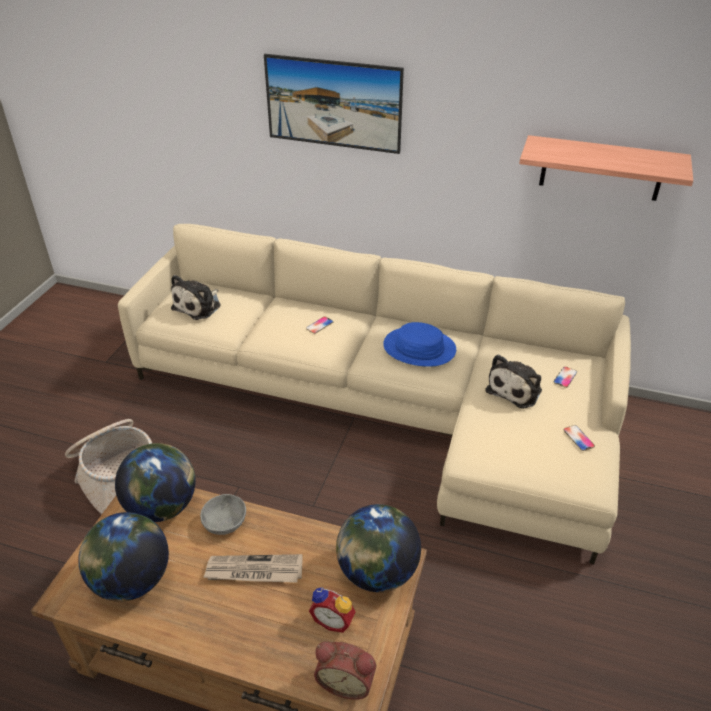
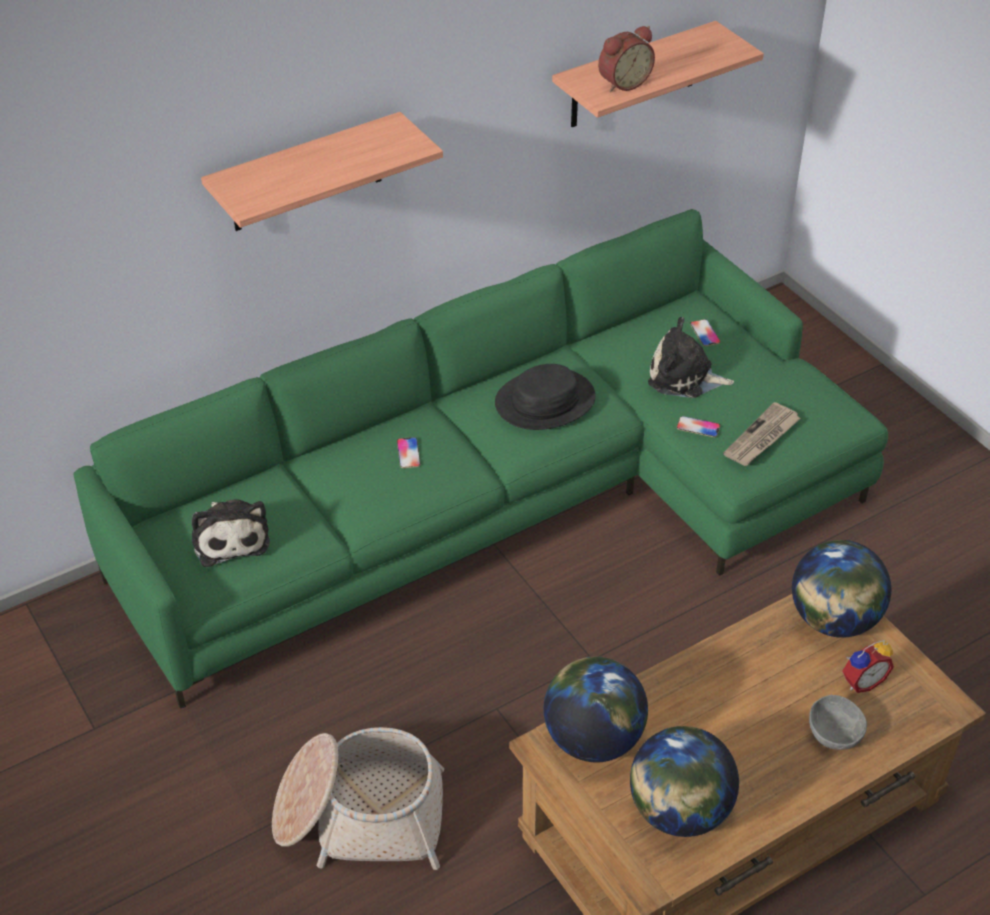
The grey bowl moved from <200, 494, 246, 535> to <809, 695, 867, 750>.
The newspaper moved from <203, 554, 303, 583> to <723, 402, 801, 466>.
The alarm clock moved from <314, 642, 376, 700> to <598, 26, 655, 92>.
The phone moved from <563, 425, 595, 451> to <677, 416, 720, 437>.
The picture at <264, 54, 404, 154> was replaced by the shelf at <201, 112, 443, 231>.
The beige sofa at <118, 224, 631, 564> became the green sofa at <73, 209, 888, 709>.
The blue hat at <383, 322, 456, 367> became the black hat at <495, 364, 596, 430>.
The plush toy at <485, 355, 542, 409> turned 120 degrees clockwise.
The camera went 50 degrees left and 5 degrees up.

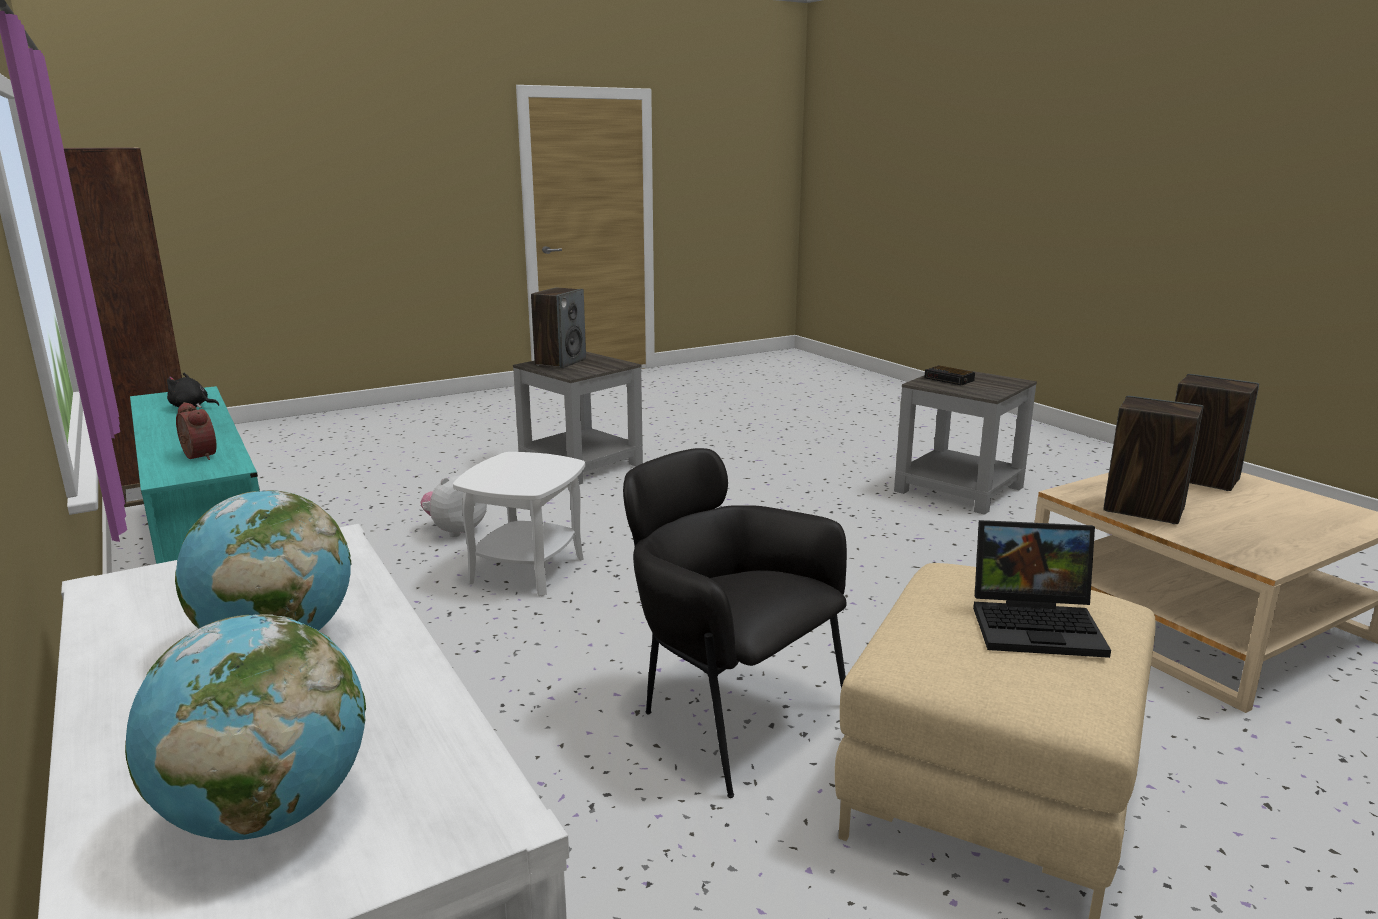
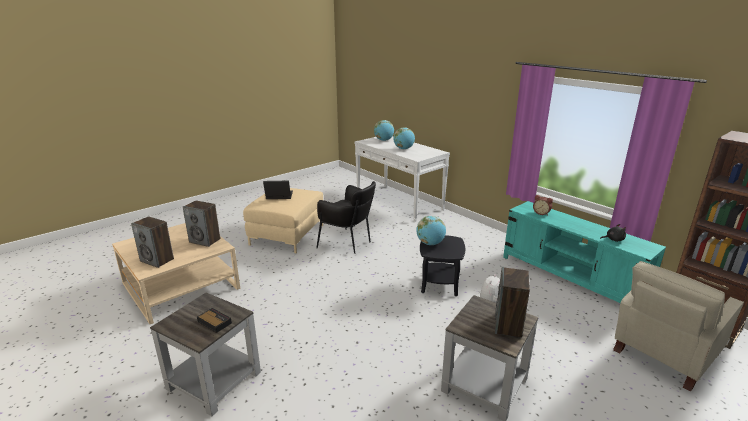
The globe at <416, 216, 446, 245> appeared.
The beige armchair at <613, 261, 744, 392> appeared.
The white side table at <453, 452, 585, 596> became the black side table at <420, 235, 465, 296>.
The camera went 170 degrees right and 5 degrees up.

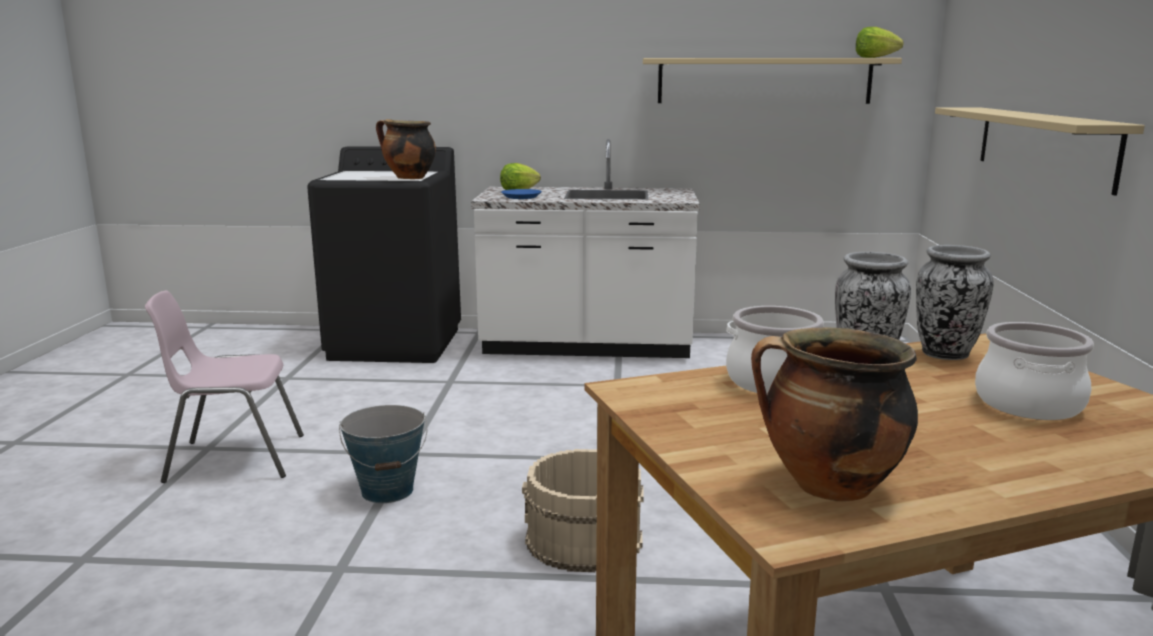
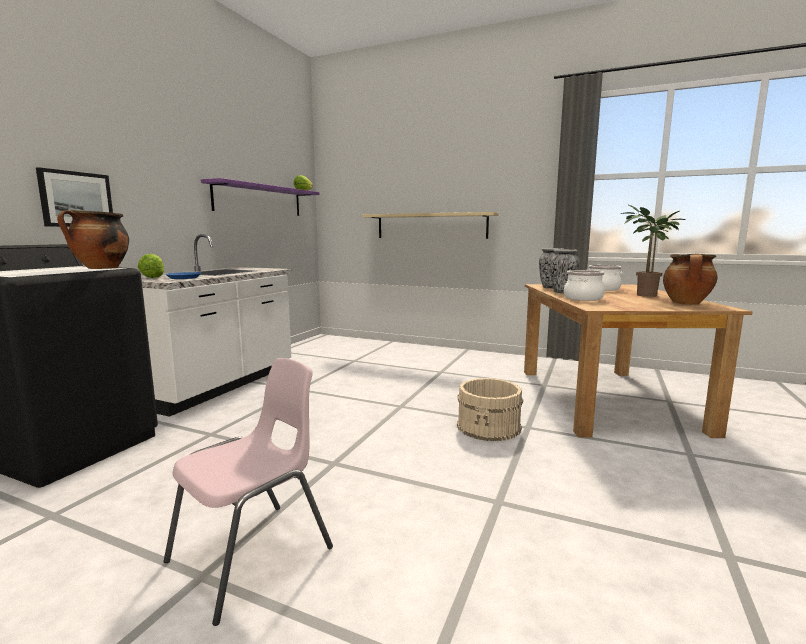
The bucket at <339, 405, 427, 503> disappeared.
The picture at <36, 167, 113, 227> appeared.
The potted plant at <621, 204, 685, 297> appeared.
The beige shelf at <643, 58, 902, 104> became the purple shelf at <201, 178, 320, 216>.
The pink chair at <145, 291, 304, 483> turned 150 degrees counterclockwise.
The camera went 70 degrees left and 5 degrees down.

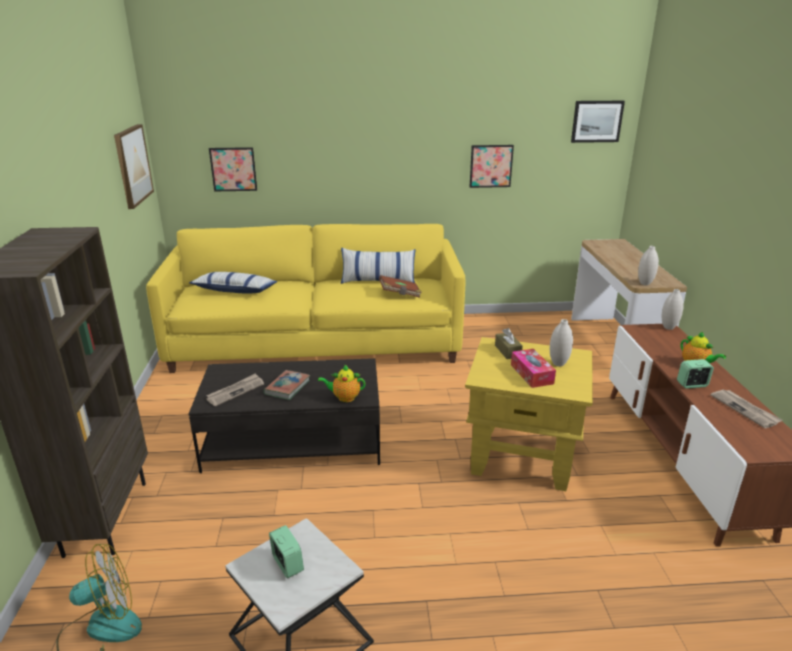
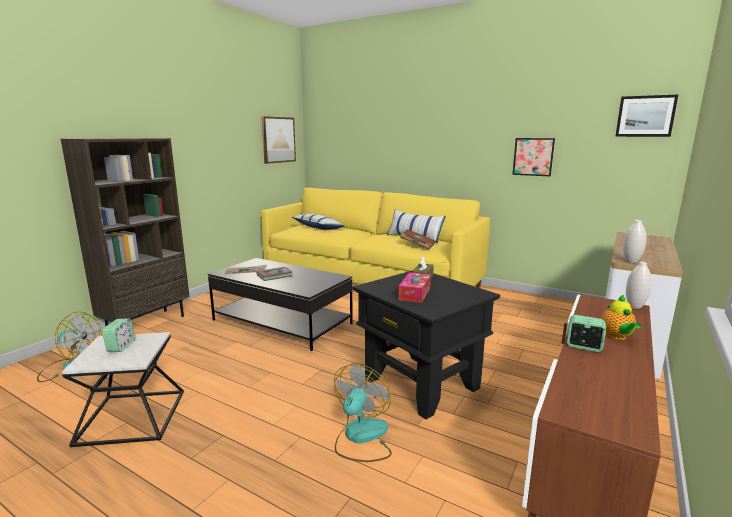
The picture at <209, 147, 257, 191> disappeared.
The teapot at <318, 364, 365, 402> disappeared.
The white vase at <550, 319, 573, 366> disappeared.
The newspaper at <710, 390, 782, 428> disappeared.
The fan at <334, 364, 392, 462> appeared.
The yellow side table at <465, 337, 593, 491> became the black side table at <352, 271, 500, 419>.
The camera went 35 degrees right and 10 degrees down.

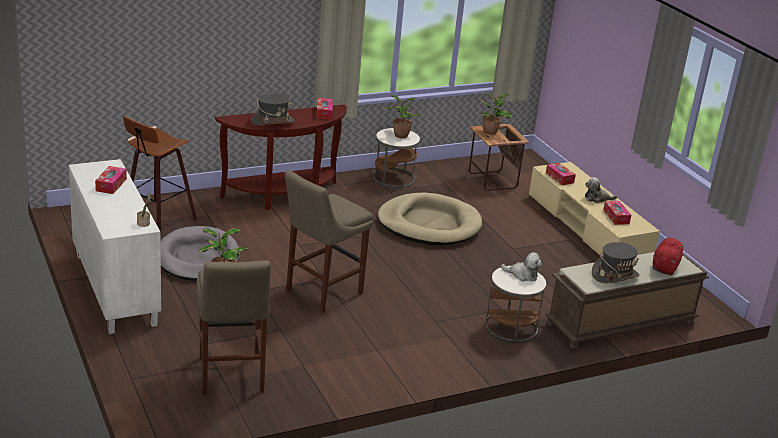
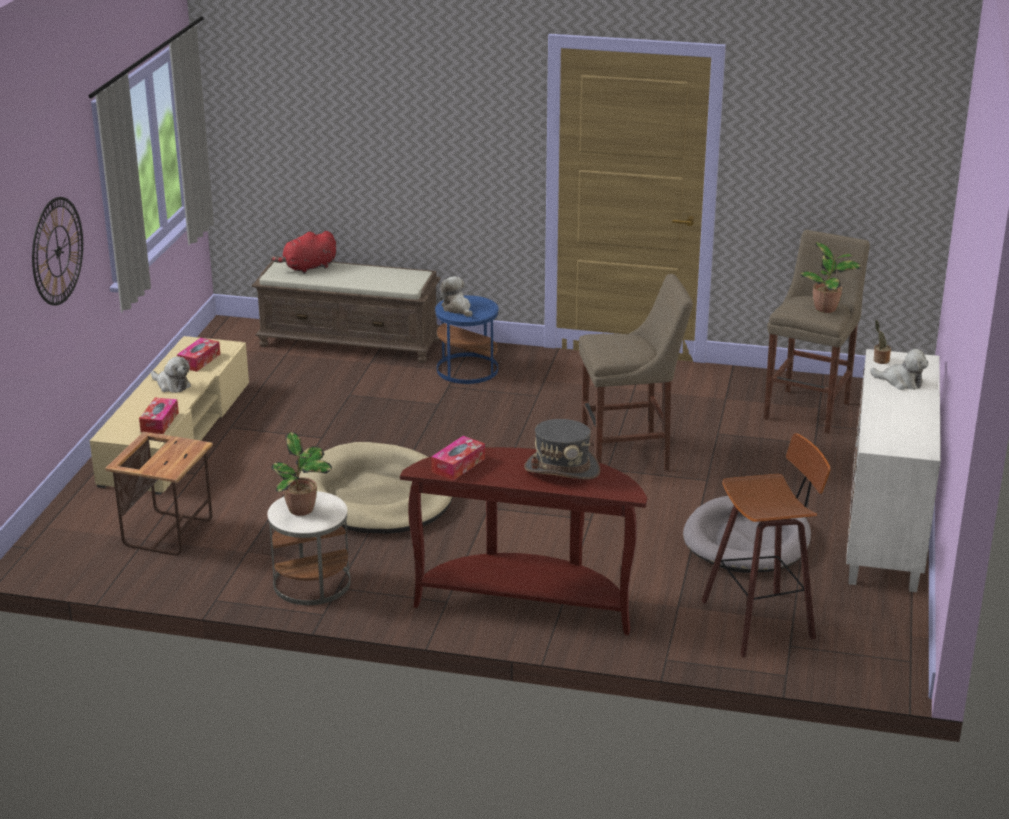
The tissue box at <95, 166, 127, 194> disappeared.
The potted plant at <478, 93, 513, 135> disappeared.
The grey hat at <592, 242, 639, 283> disappeared.
The wall clock at <32, 197, 83, 306> appeared.
The plush toy at <870, 349, 928, 390> appeared.
The white side table at <485, 266, 546, 344> became the blue side table at <435, 295, 499, 384>.
The camera went 140 degrees left and 0 degrees up.

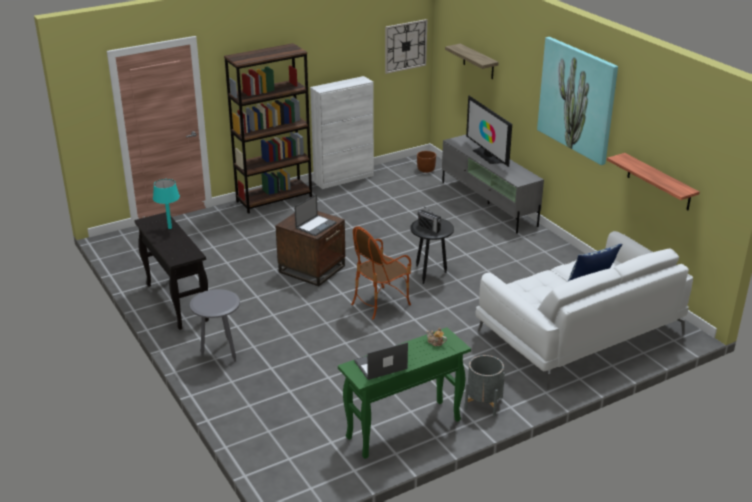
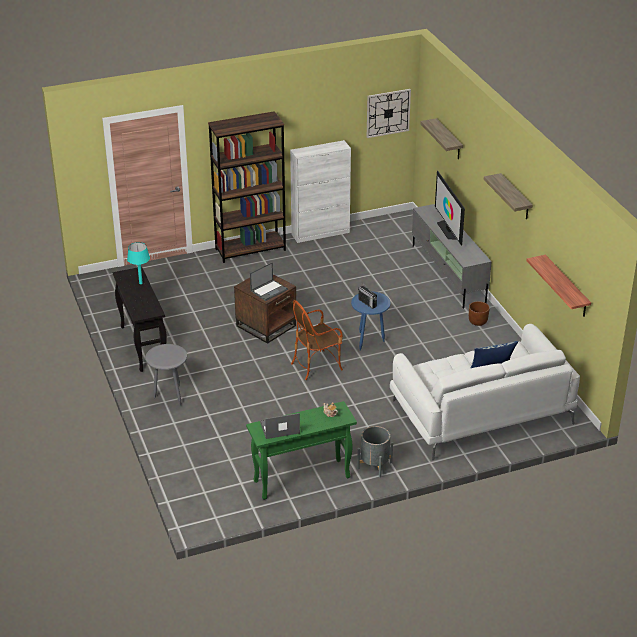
The brown planter moved from <417, 151, 436, 173> to <469, 301, 490, 326>.
The picture at <537, 37, 618, 165> was replaced by the shelf at <484, 173, 533, 219>.
The black side table at <410, 218, 454, 284> became the blue side table at <351, 291, 390, 351>.
The camera went 10 degrees right and 5 degrees up.

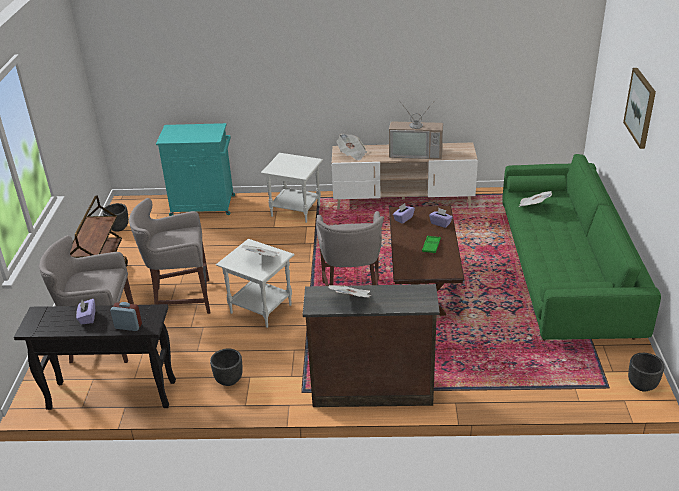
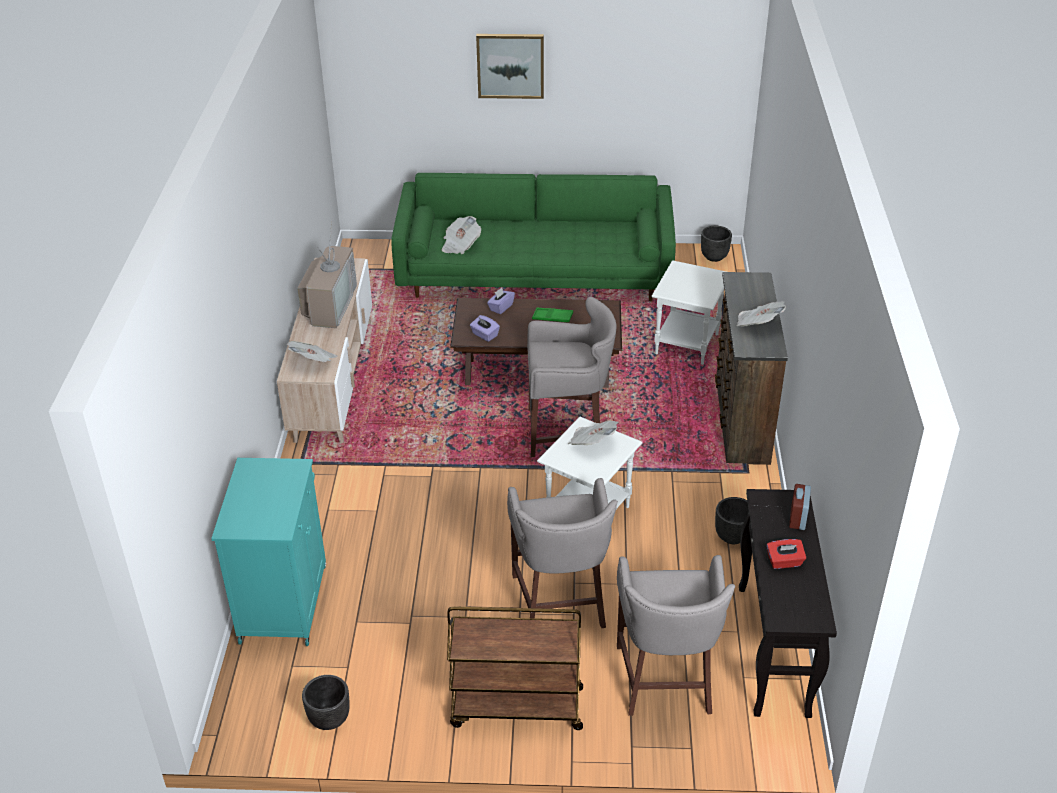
The white side table moved from <261, 153, 323, 223> to <651, 260, 726, 365>.
The purple tissue box at <76, 299, 95, 325> became the red tissue box at <766, 539, 806, 569>.
The camera went 90 degrees left and 5 degrees up.

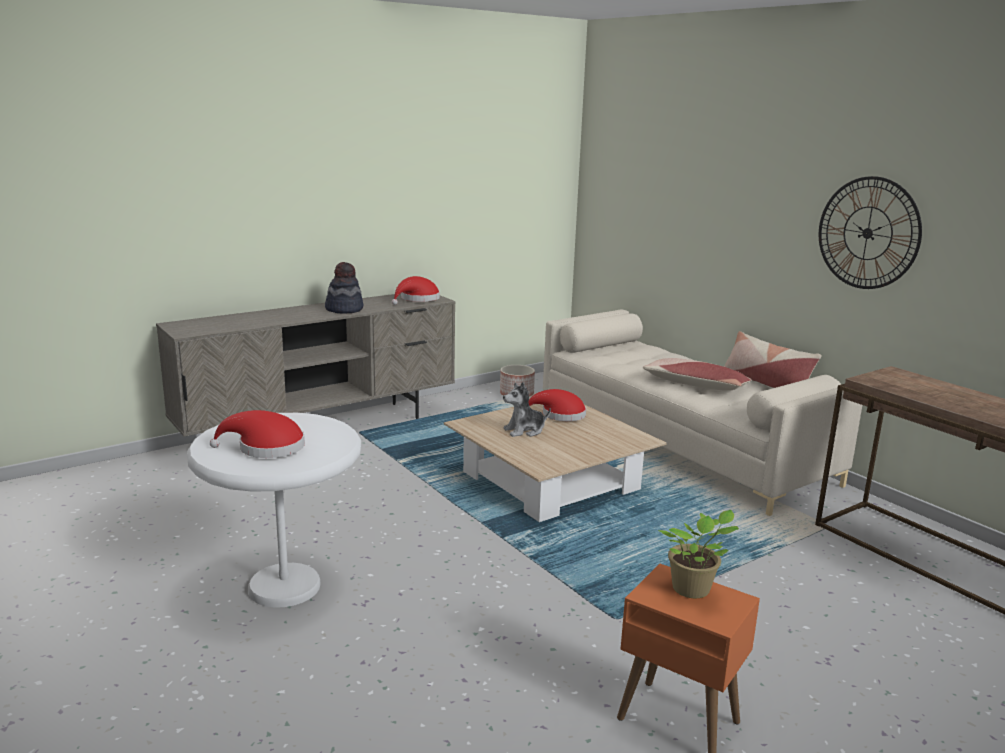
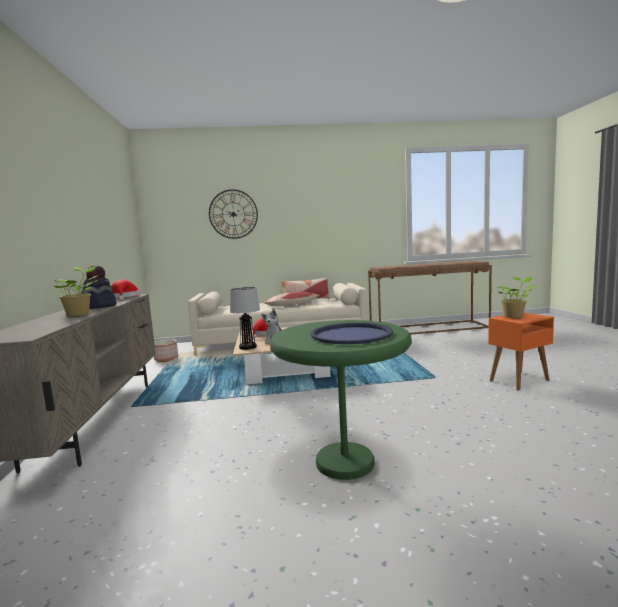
The potted plant at <53, 267, 99, 316> appeared.
The table lamp at <230, 287, 260, 350> appeared.
The wall clock moved from <819, 176, 922, 289> to <209, 189, 258, 239>.
The red hat at <210, 410, 305, 458> was replaced by the blue tray at <310, 322, 393, 344>.
The white side table at <187, 413, 361, 608> became the green side table at <270, 320, 412, 480>.
The camera went 60 degrees left and 10 degrees down.

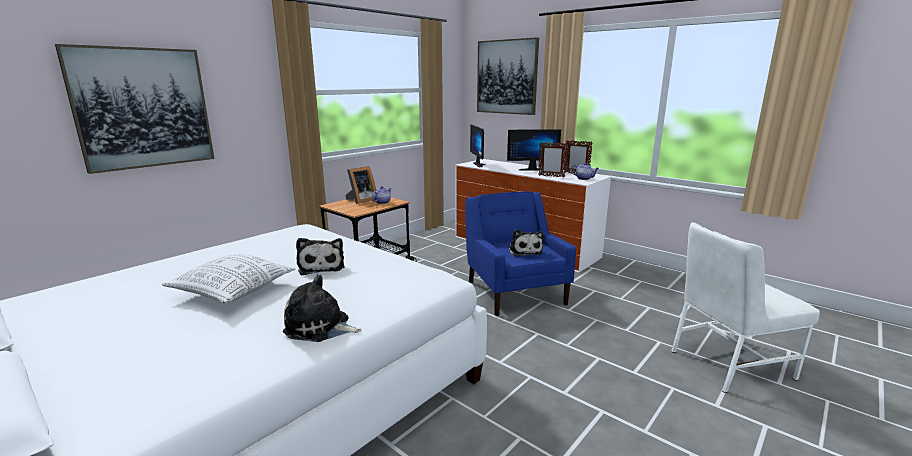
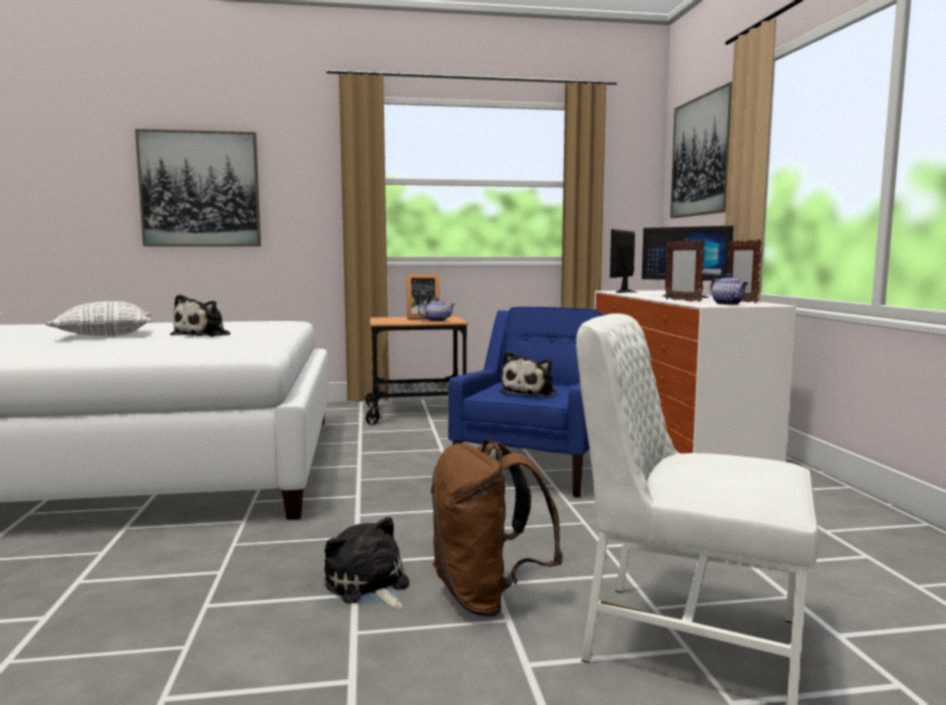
The brown backpack at <431, 439, 563, 617> appeared.
The plush toy moved from <283, 275, 362, 342> to <324, 517, 409, 609>.
The camera went 40 degrees right and 10 degrees down.

